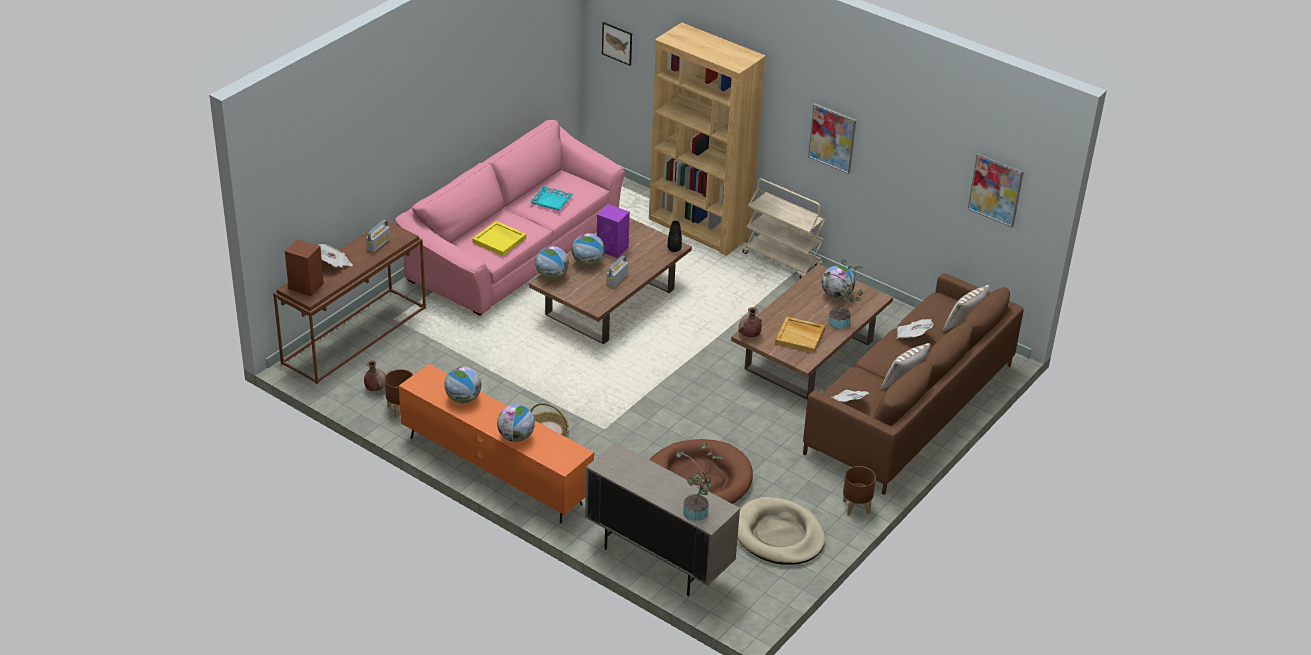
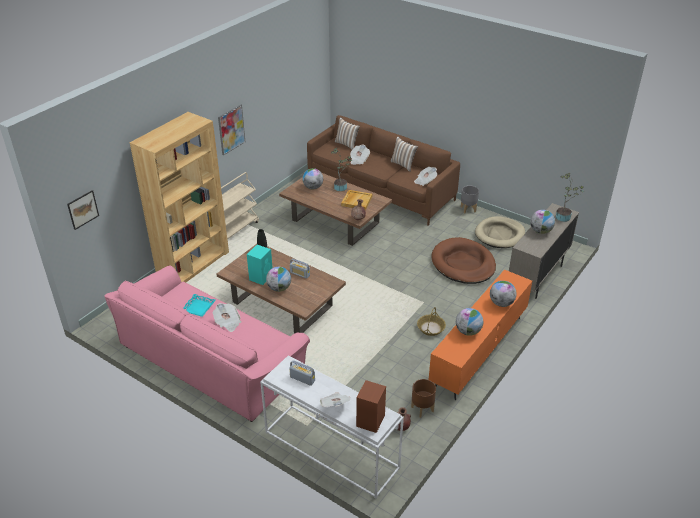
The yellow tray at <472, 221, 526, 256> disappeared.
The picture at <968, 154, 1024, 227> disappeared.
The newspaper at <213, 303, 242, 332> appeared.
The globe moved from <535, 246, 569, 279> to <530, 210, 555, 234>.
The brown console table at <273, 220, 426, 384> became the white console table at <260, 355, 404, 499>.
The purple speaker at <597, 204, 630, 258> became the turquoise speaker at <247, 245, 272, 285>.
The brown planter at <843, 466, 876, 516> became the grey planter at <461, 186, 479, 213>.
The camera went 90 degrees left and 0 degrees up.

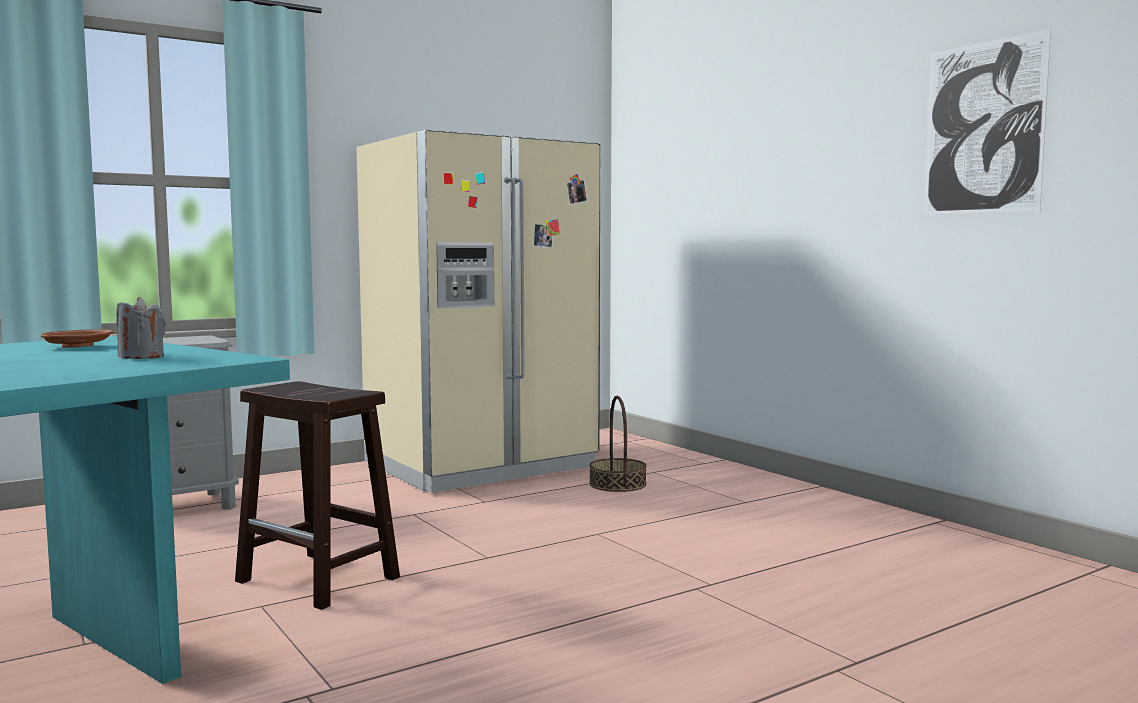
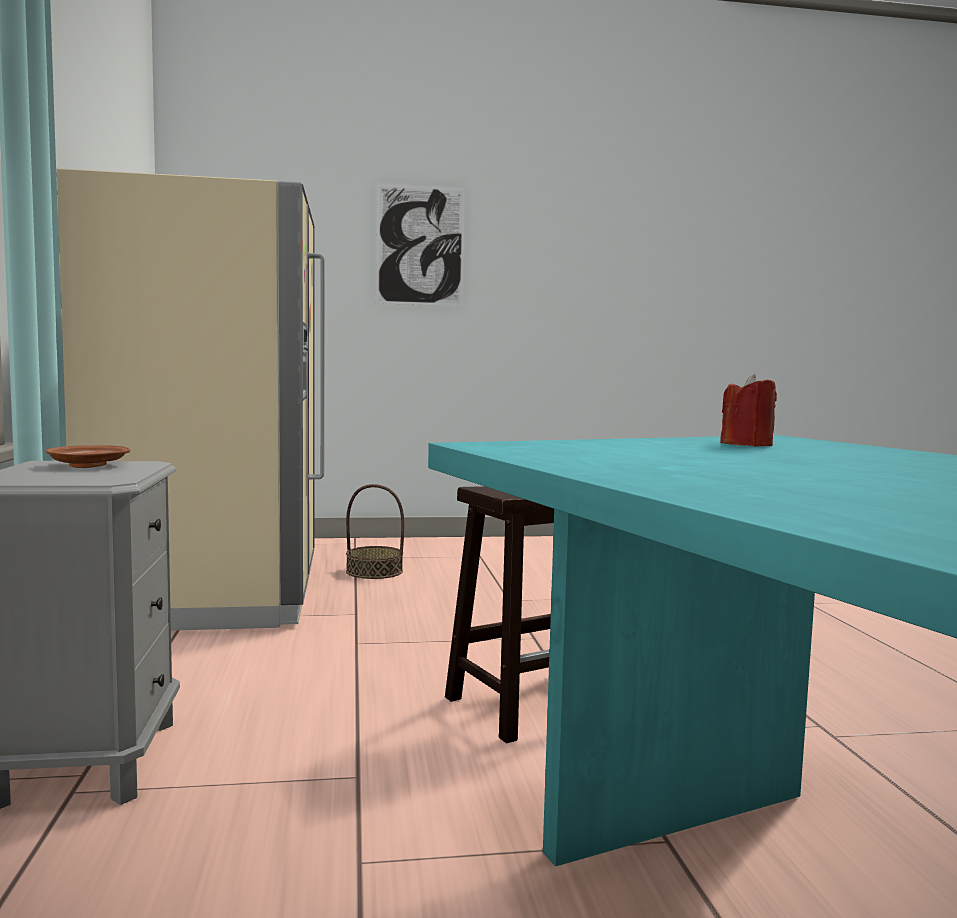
The brown plate moved from <40, 329, 113, 348> to <46, 445, 130, 468>.
The picture moved from <924, 29, 1051, 215> to <376, 183, 465, 306>.
The grey candle at <116, 297, 166, 359> became the red candle at <720, 374, 777, 446>.
The camera went 65 degrees left and 0 degrees up.

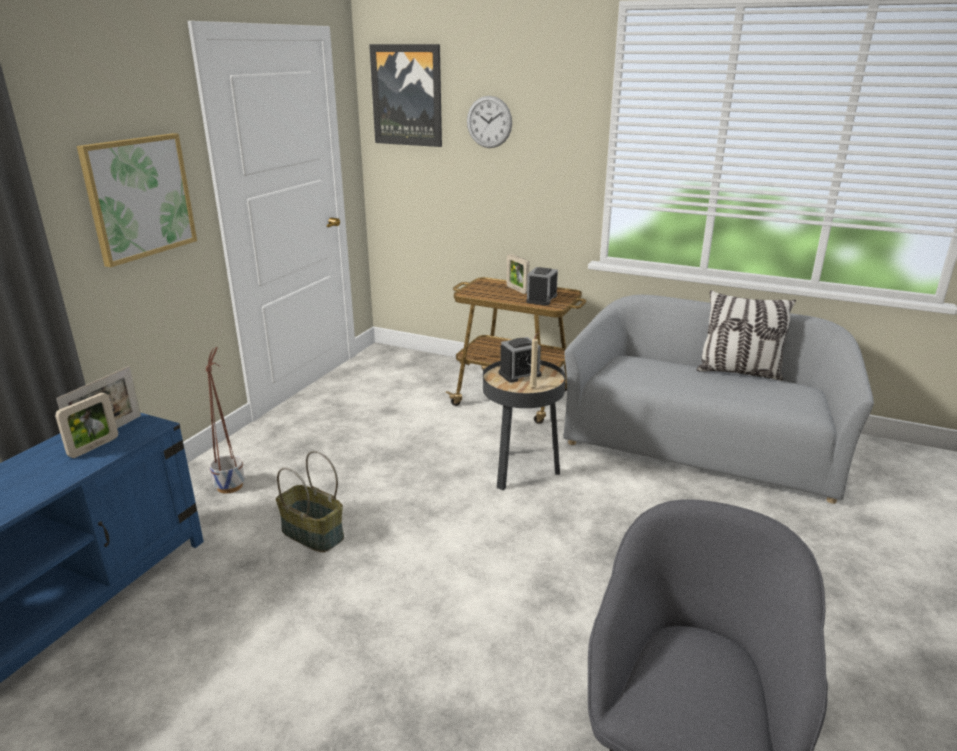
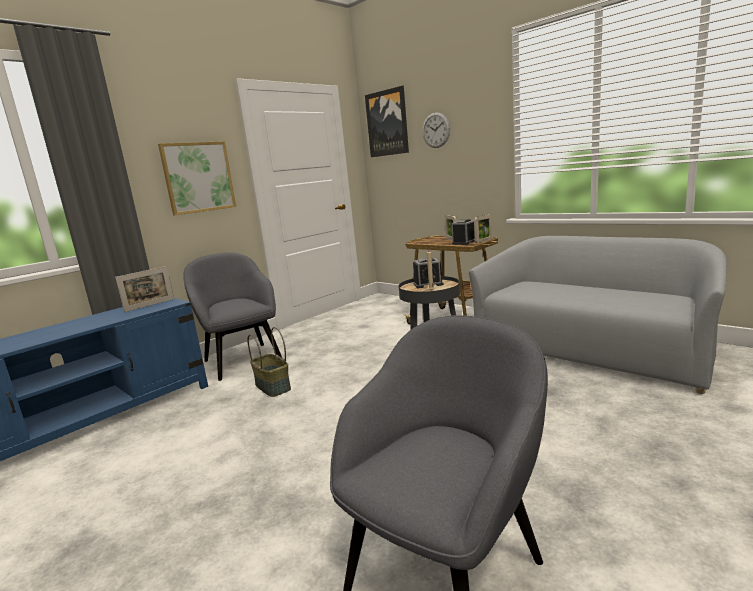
The pillow at <697, 290, 796, 381> disappeared.
The picture frame moved from <55, 392, 118, 458> to <474, 214, 493, 243>.
The planter at <206, 347, 245, 494> was replaced by the grey armchair at <183, 253, 282, 381>.
The camera went 20 degrees right and 10 degrees down.

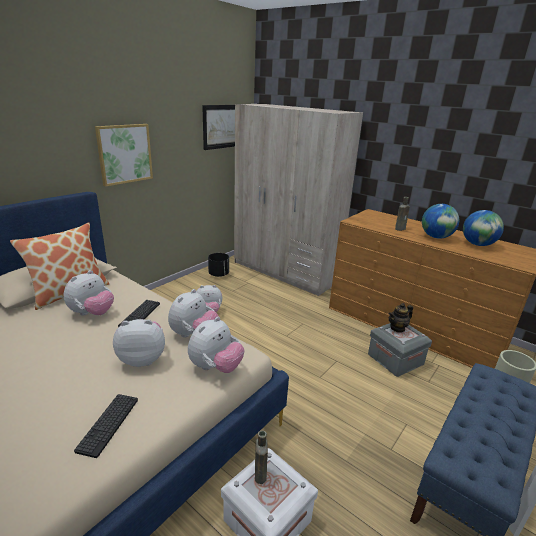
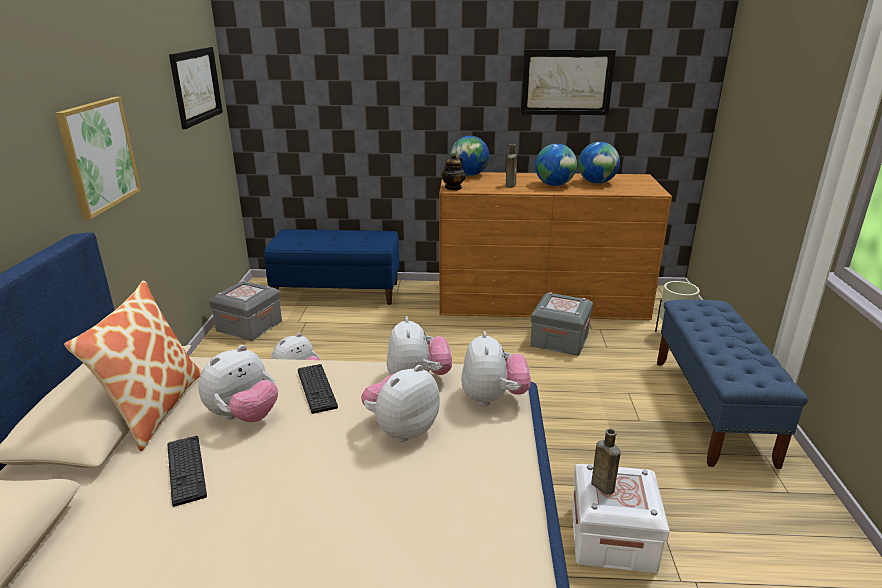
The globe at <450, 136, 489, 176> appeared.
The picture at <521, 50, 616, 115> appeared.
The keyboard moved from <74, 394, 138, 458> to <167, 436, 207, 507>.
The teapot moved from <389, 303, 413, 333> to <441, 153, 466, 190>.
The black planter at <208, 253, 229, 277> was replaced by the grey storage box at <209, 280, 282, 341>.
The beige wardrobe at <234, 104, 363, 296> was replaced by the blue bench at <264, 229, 399, 305>.
The plush toy at <63, 270, 114, 316> turned 45 degrees clockwise.
The camera went 35 degrees left and 0 degrees up.

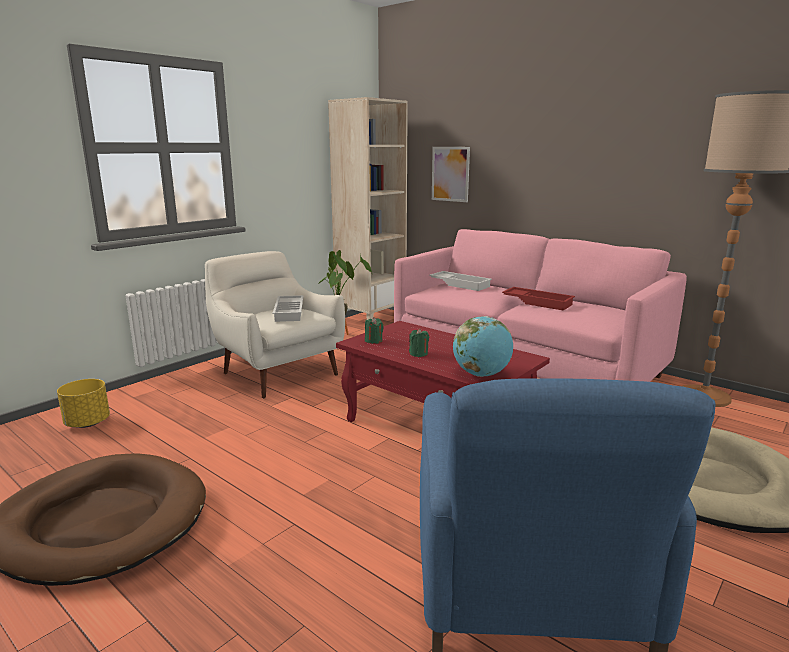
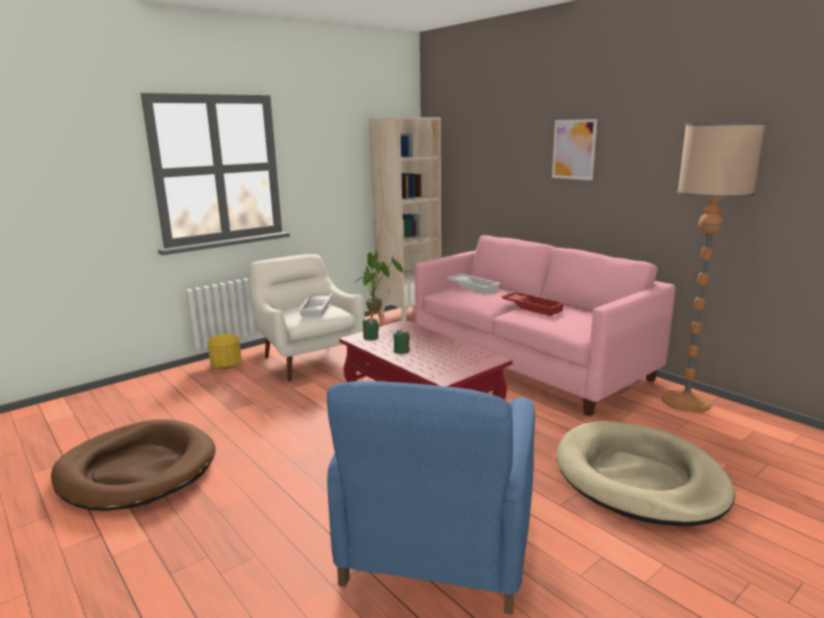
The globe at <453, 316, 513, 377> disappeared.
The yellow planter moved from <57, 379, 110, 428> to <207, 334, 242, 369>.
The picture moved from <432, 147, 470, 202> to <552, 119, 597, 180>.
The camera went 10 degrees right and 0 degrees up.

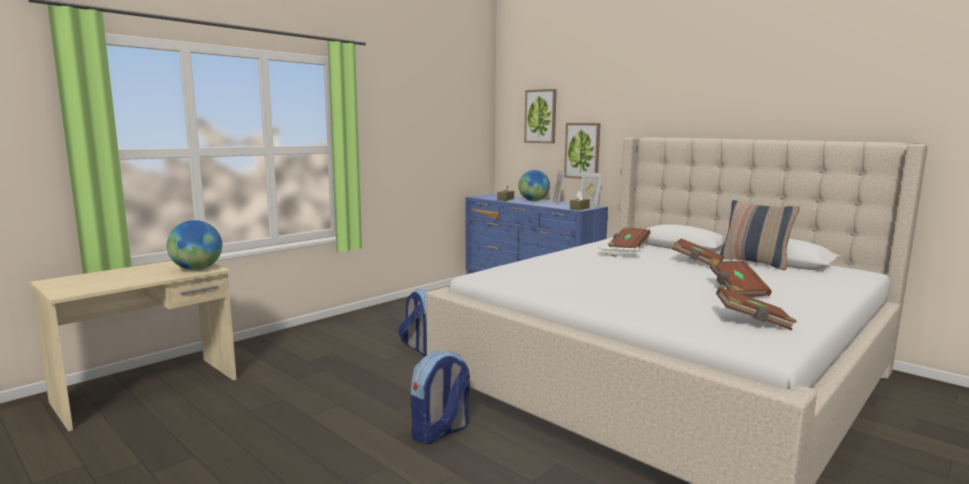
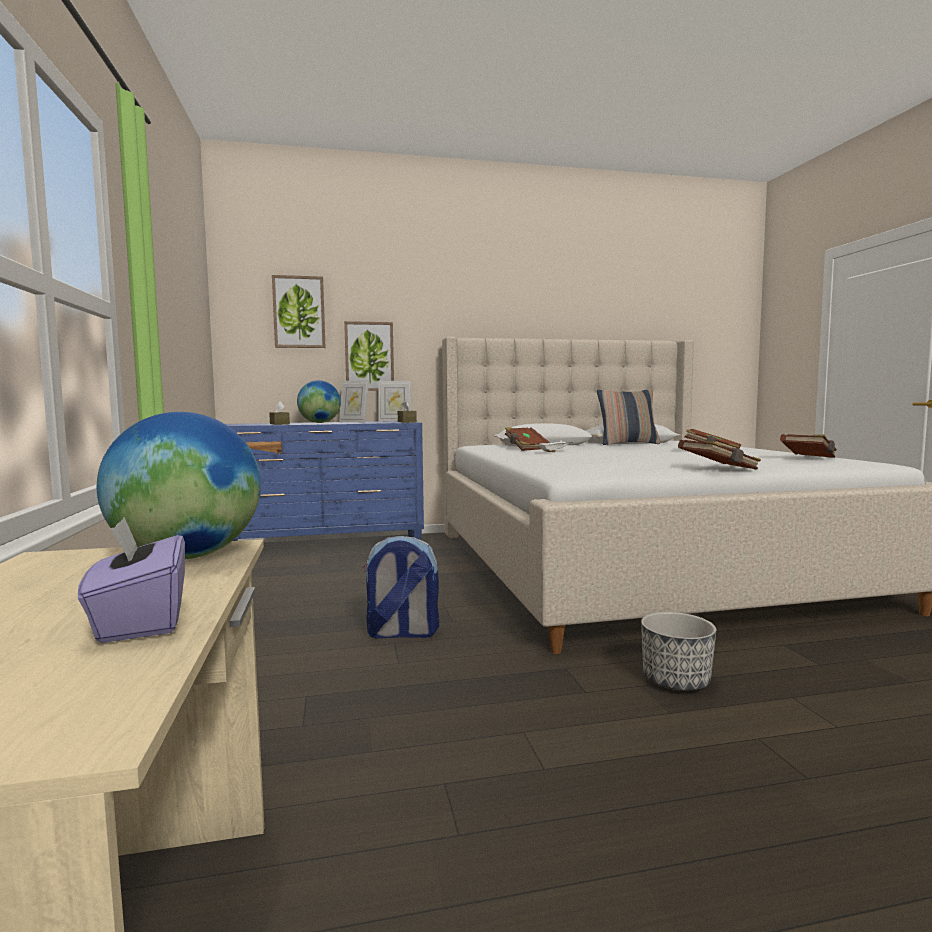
The purple tissue box at <78, 517, 185, 643> appeared.
The brown book moved from <672, 238, 724, 266> to <678, 440, 761, 469>.
The backpack at <410, 351, 470, 444> was replaced by the planter at <641, 612, 716, 691>.
The camera went 55 degrees left and 5 degrees down.

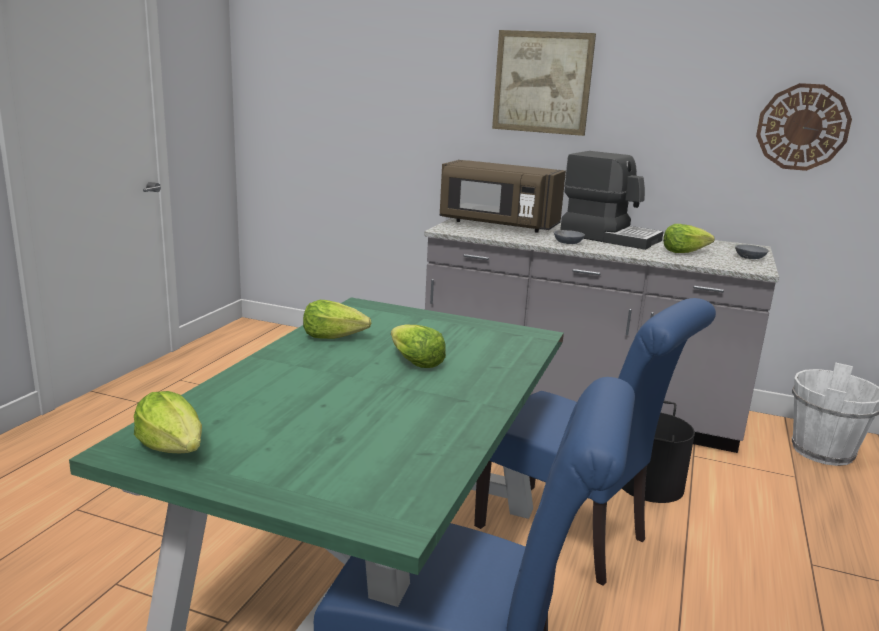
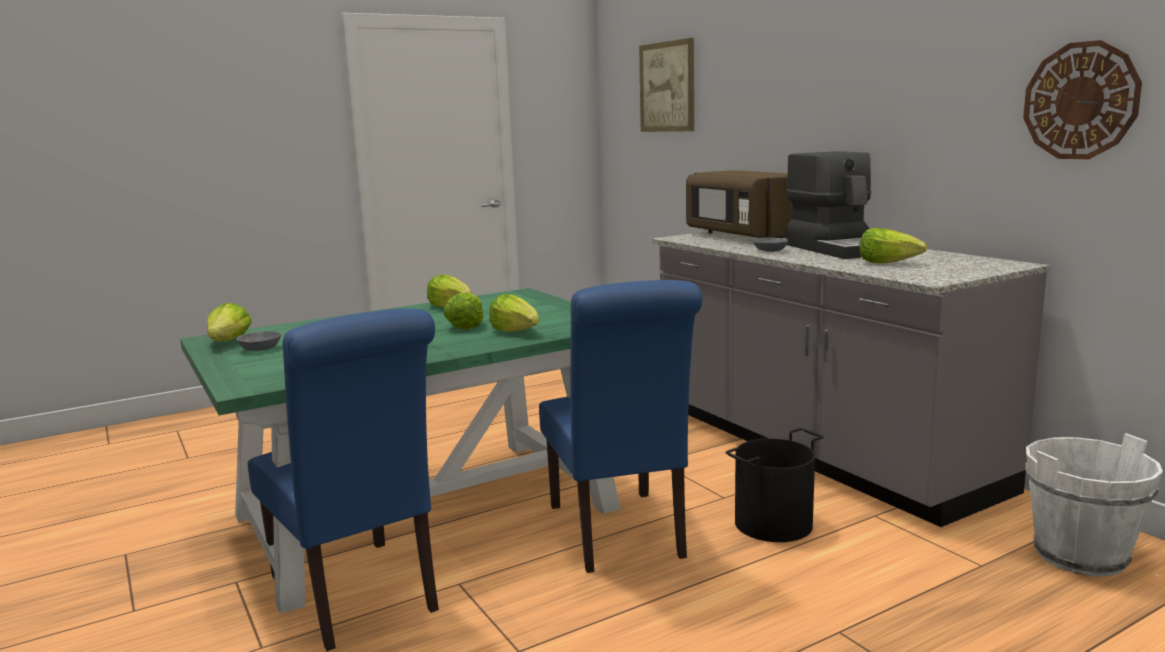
The lettuce at <489, 294, 539, 332> appeared.
The picture moved from <492, 30, 596, 136> to <639, 38, 694, 132>.
The grey bowl moved from <735, 244, 768, 259> to <236, 331, 281, 351>.
The camera went 40 degrees right and 5 degrees down.

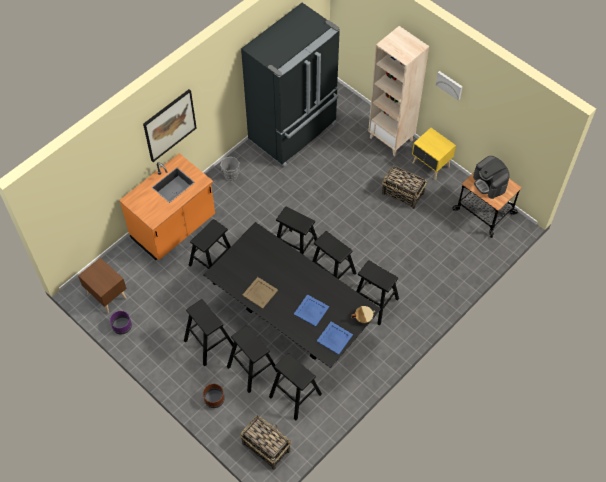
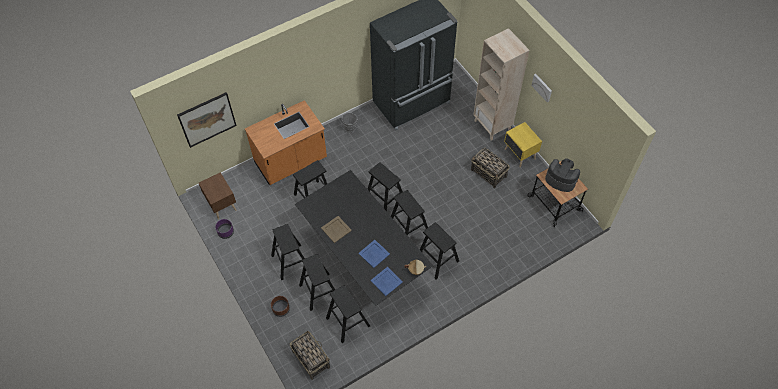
The picture moved from <143, 89, 197, 162> to <177, 92, 237, 148>.
The coffee machine at <473, 156, 510, 199> turned 135 degrees clockwise.
The camera went 15 degrees right and 0 degrees up.

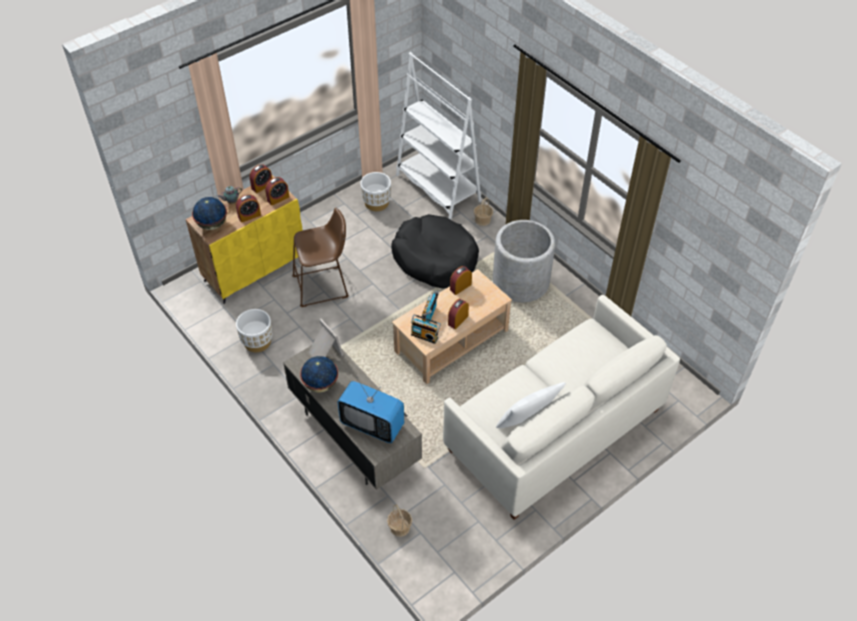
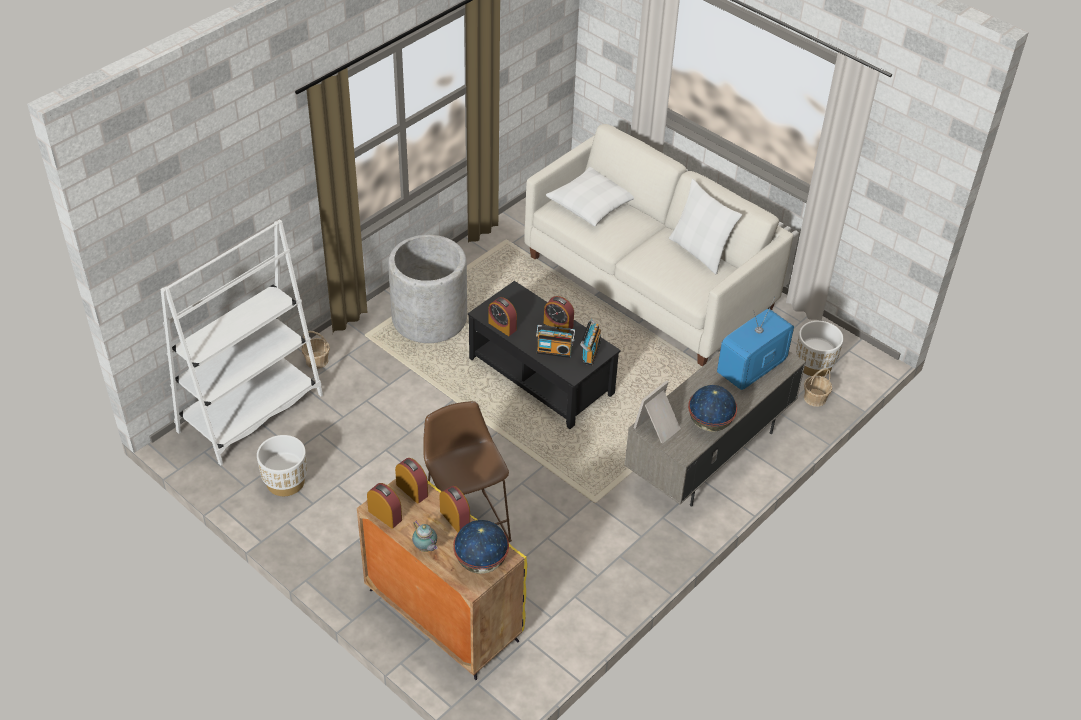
The black dog bed at <391, 214, 479, 289> disappeared.
The white pillow at <546, 167, 634, 226> appeared.
The white planter moved from <236, 309, 272, 352> to <796, 321, 843, 376>.
The beige coffee table at <392, 269, 512, 384> became the black coffee table at <468, 281, 621, 429>.
The television at <338, 378, 404, 443> turned 150 degrees counterclockwise.
The camera went 100 degrees left and 5 degrees down.

